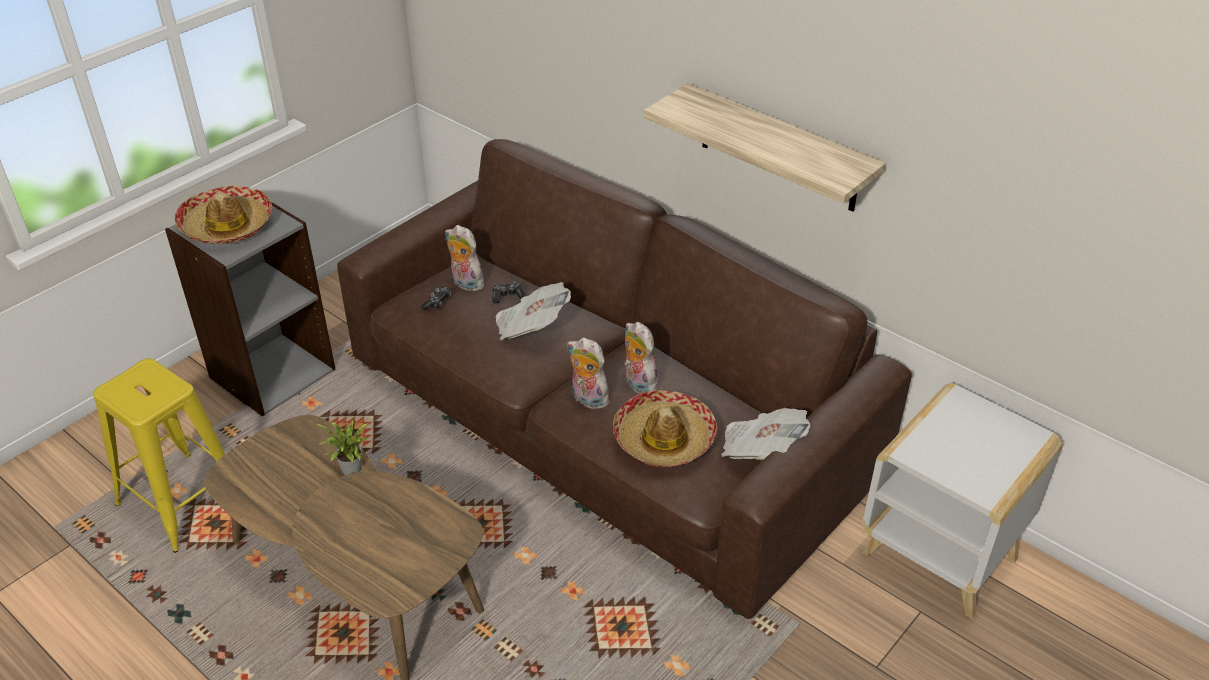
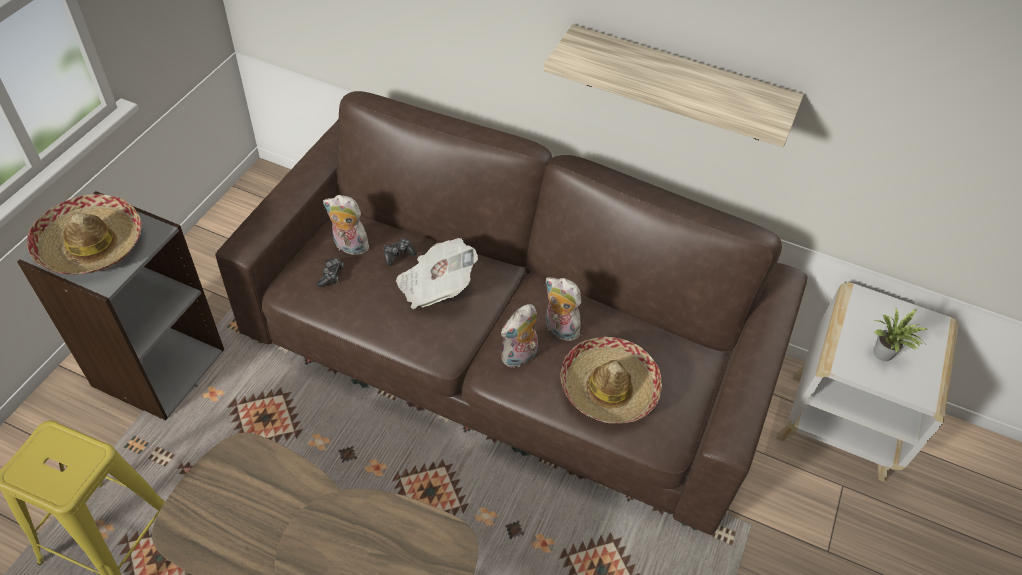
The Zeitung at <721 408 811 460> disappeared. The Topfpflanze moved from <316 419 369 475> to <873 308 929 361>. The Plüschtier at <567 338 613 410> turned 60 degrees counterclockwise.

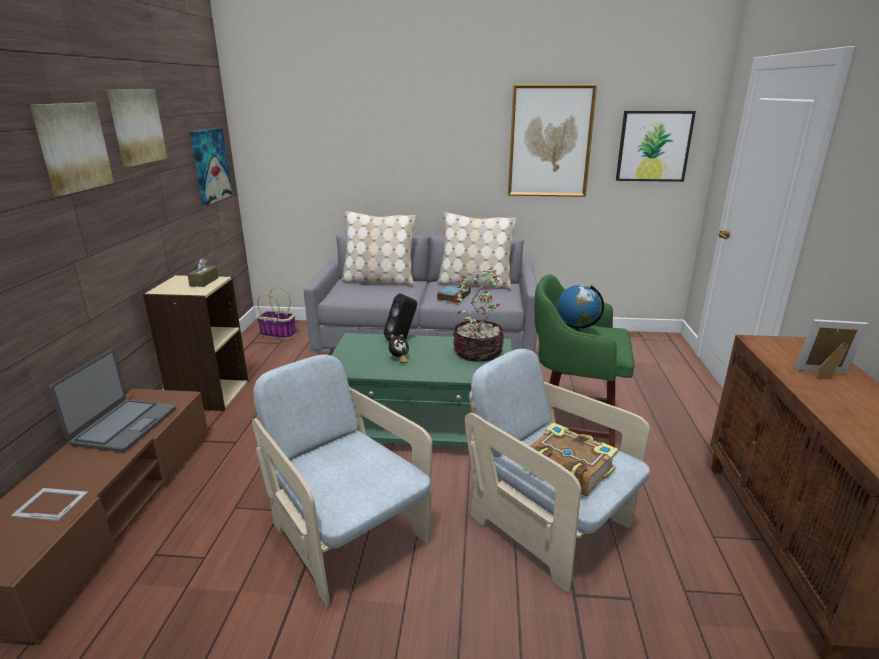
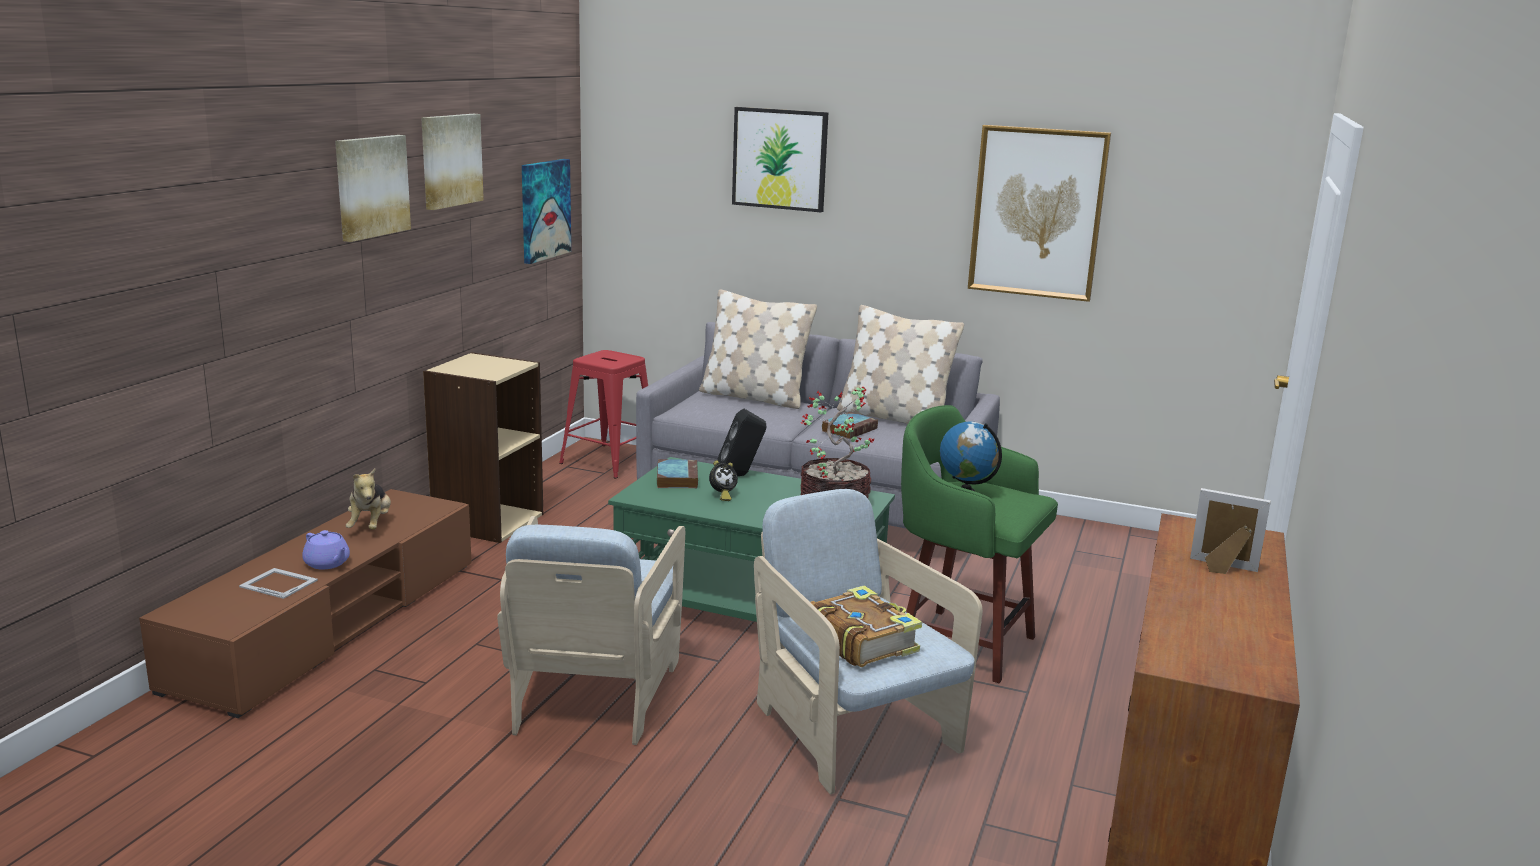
The Taschentuchbox (braun) at <187 258 218 287> disappeared. The Teekanne (lila) at <302 530 350 570> appeared. The Buch at <657 459 698 488> appeared. The Bild moved from <616 111 696 182> to <732 107 828 212>. The Laptop at <50 349 176 452> was replaced by the Plüschtier at <346 469 391 530>. The Korb at <257 287 296 339> was replaced by the Hocker (rot) at <559 350 648 478>. The Sessel (beige) at <252 355 432 607> turned 150 degrees counterclockwise.

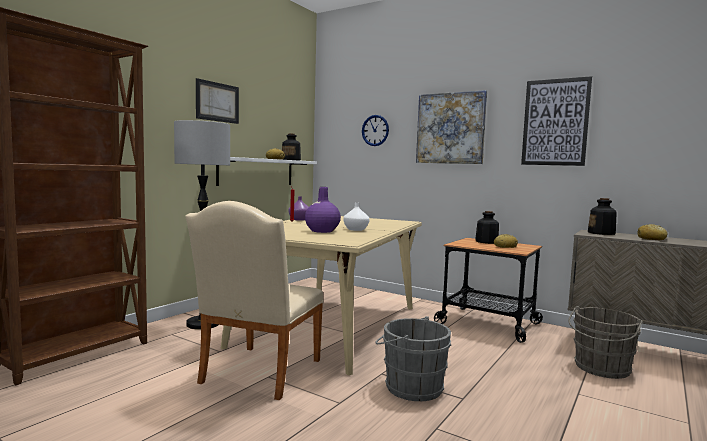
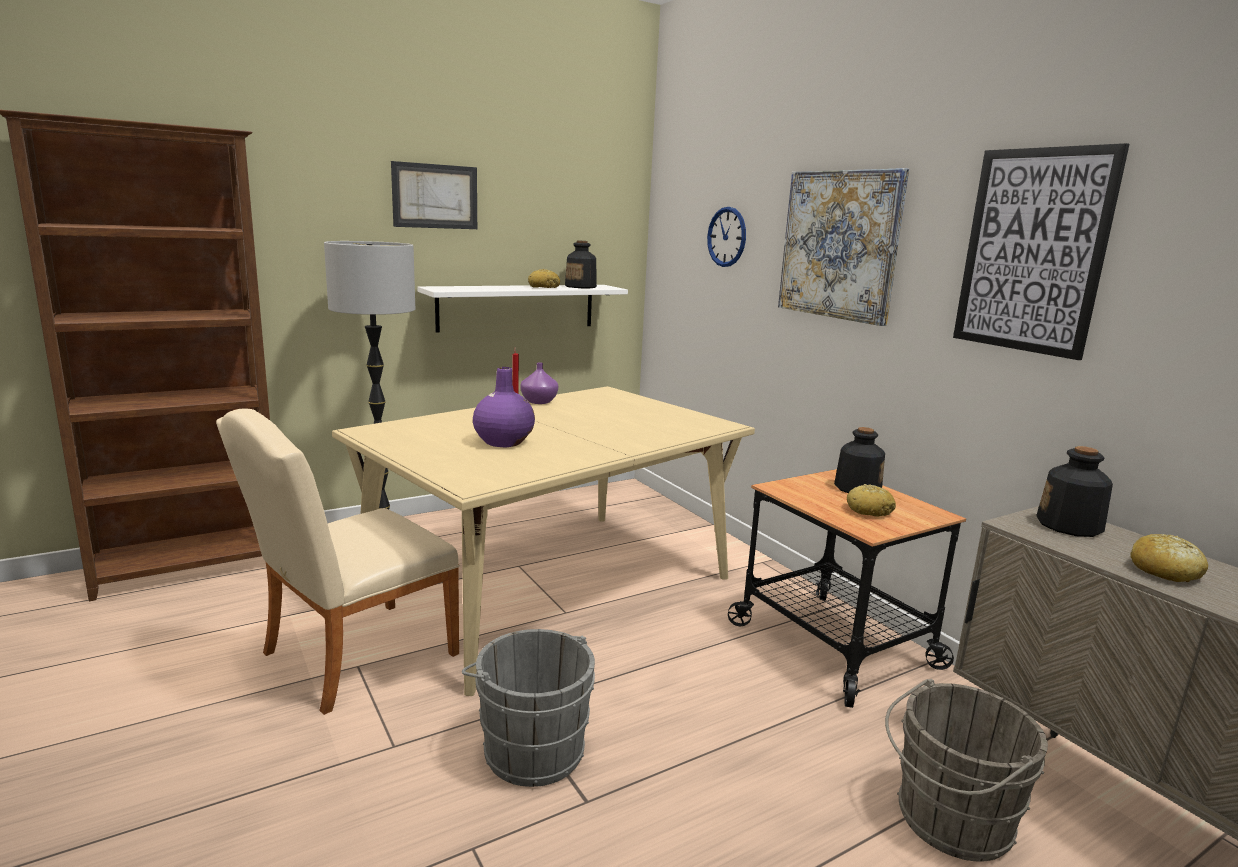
The Vase (weiß) at <343 203 369 231> disappeared.

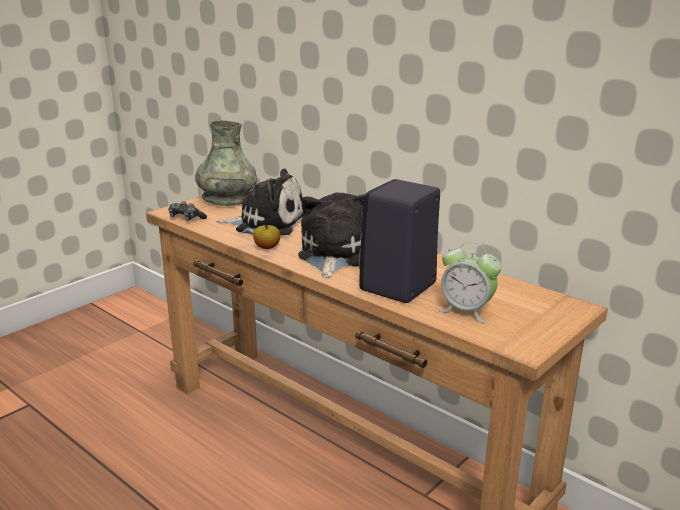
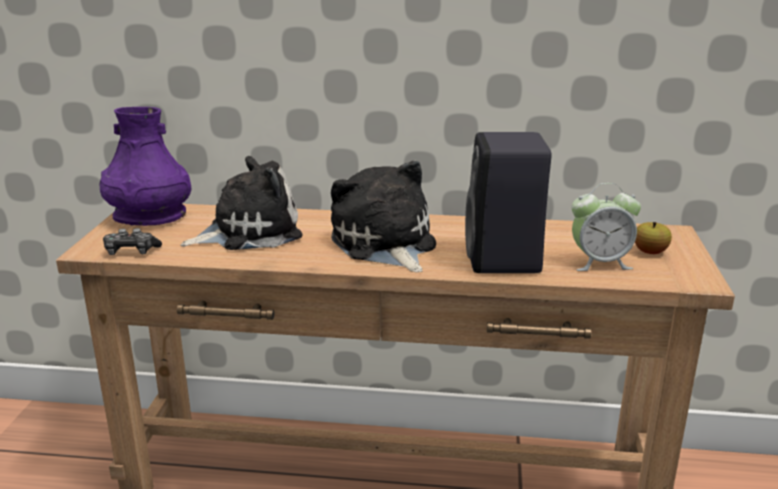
The Apfel moved from <253 225 280 249> to <635 222 672 254>. The Vase (grau) at <195 120 257 206> became the Vase (lila) at <100 107 191 226>.

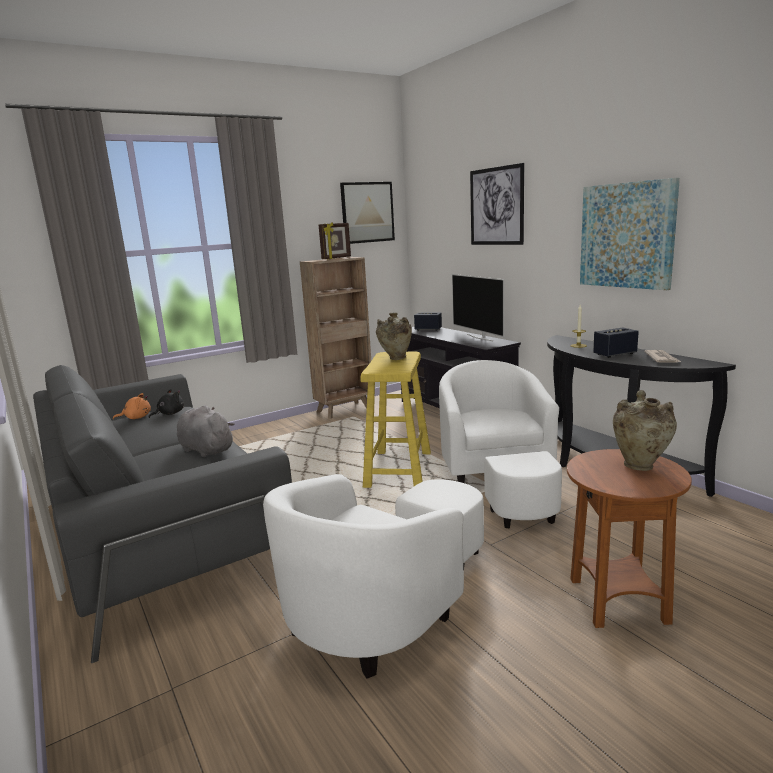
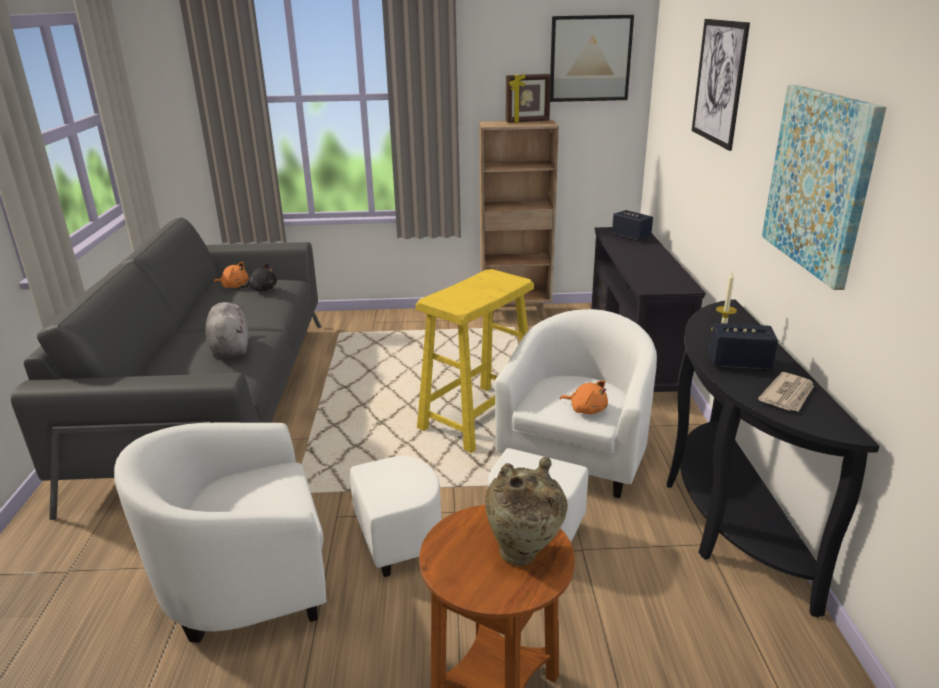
The Vase (beige) at <376 312 412 360> disappeared. The Fernseher at <452 274 504 341> disappeared. The Plüschtier (orange) at <560 380 608 414> appeared.

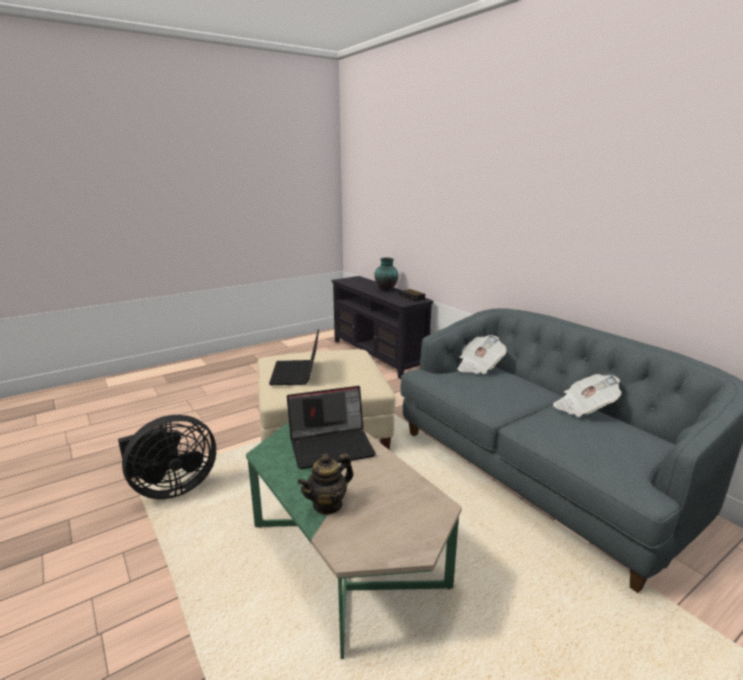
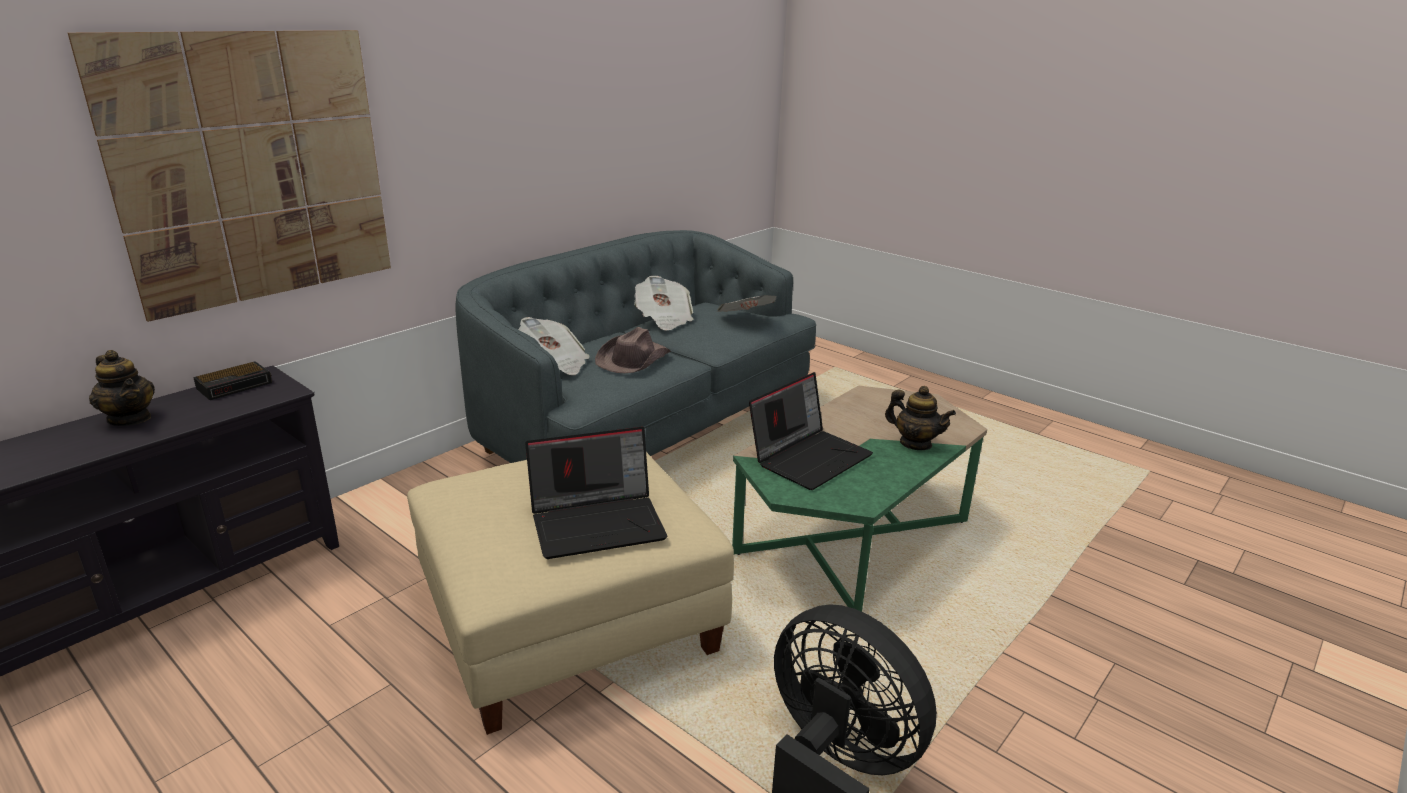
The Bild at <68 30 391 322> appeared. The Hut (braun) at <595 327 671 373> appeared. The Zeitung at <717 295 777 312> appeared. The Vase at <375 257 399 291> was replaced by the Teekanne at <89 350 155 426>. The Laptop at <287 386 376 469> turned 75 degrees clockwise.

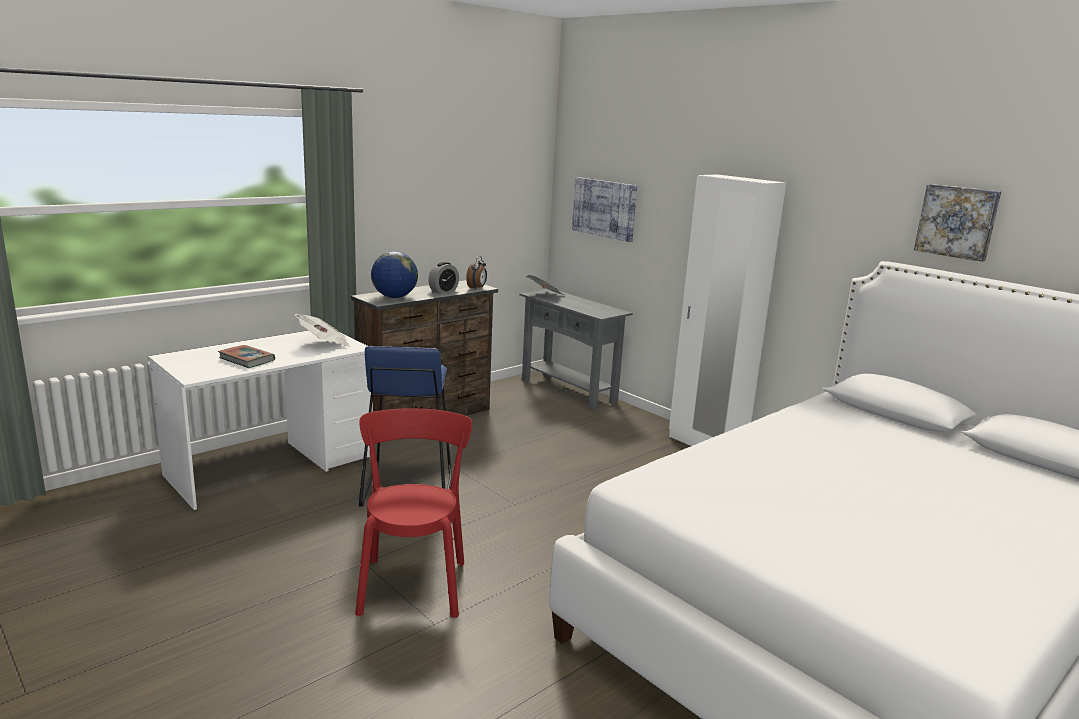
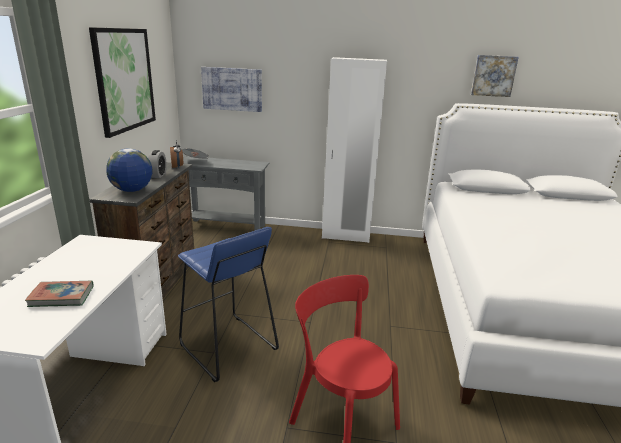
The Zeitung at <295 314 350 347> disappeared. The Bild at <89 27 156 138> appeared.

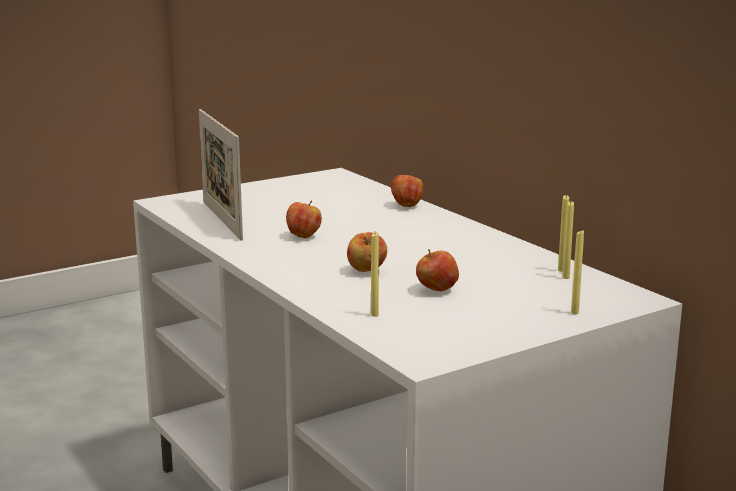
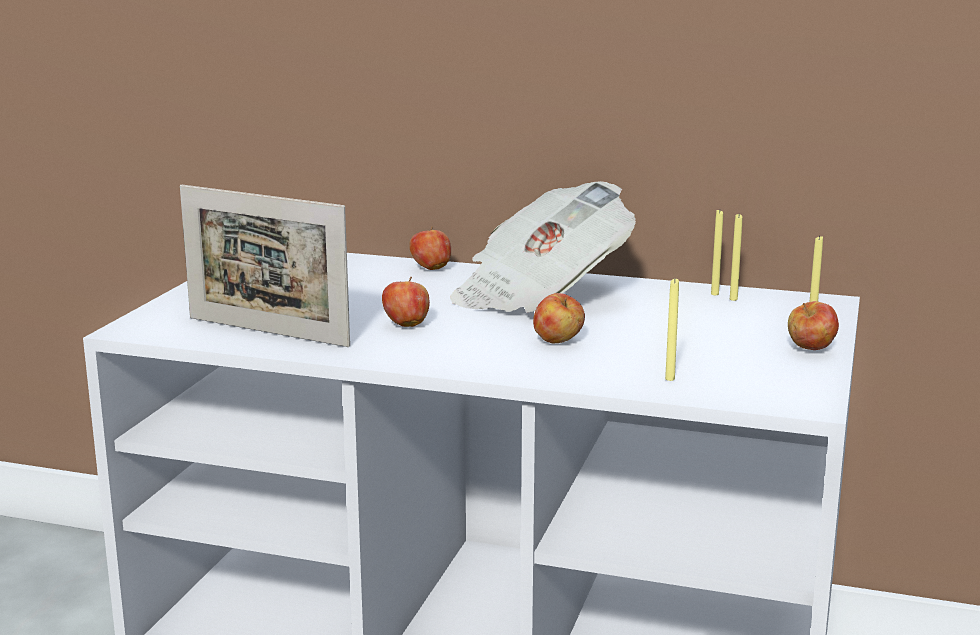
The Zeitung at <450 181 636 313> appeared. The Apfel moved from <416 249 459 291> to <788 301 839 350>.

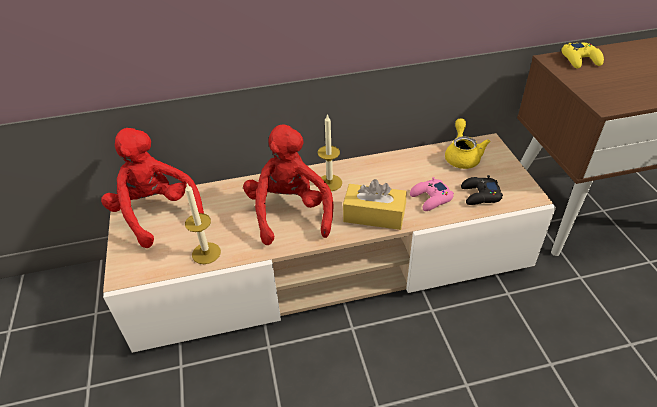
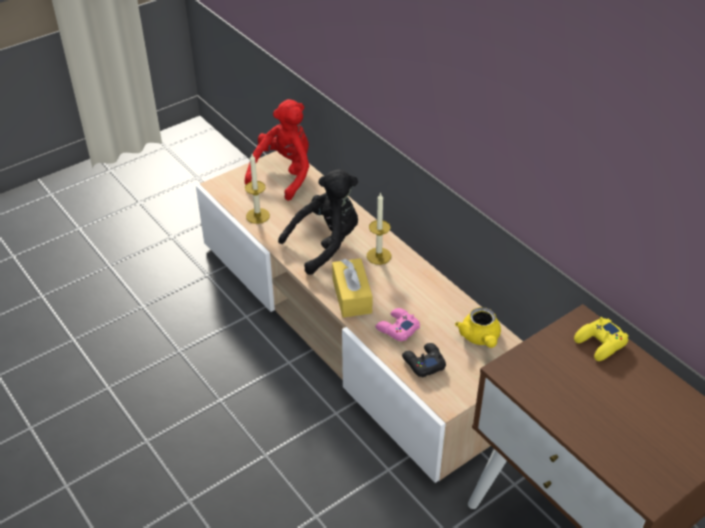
The Plüschtier (rot) at <243 125 334 245> became the Plüschtier (schwarz) at <278 169 358 275>. The Teekanne (gelb) at <445 119 490 169> turned 105 degrees clockwise.

